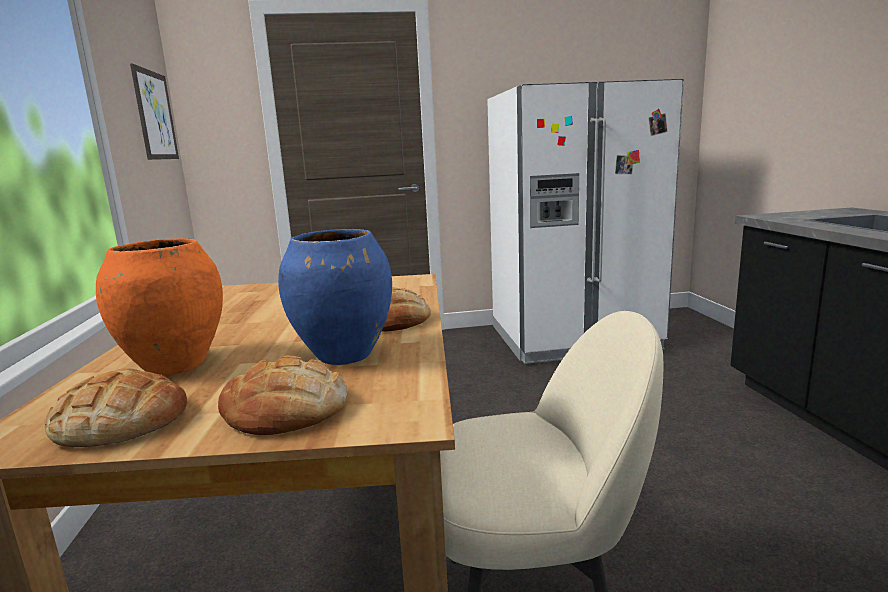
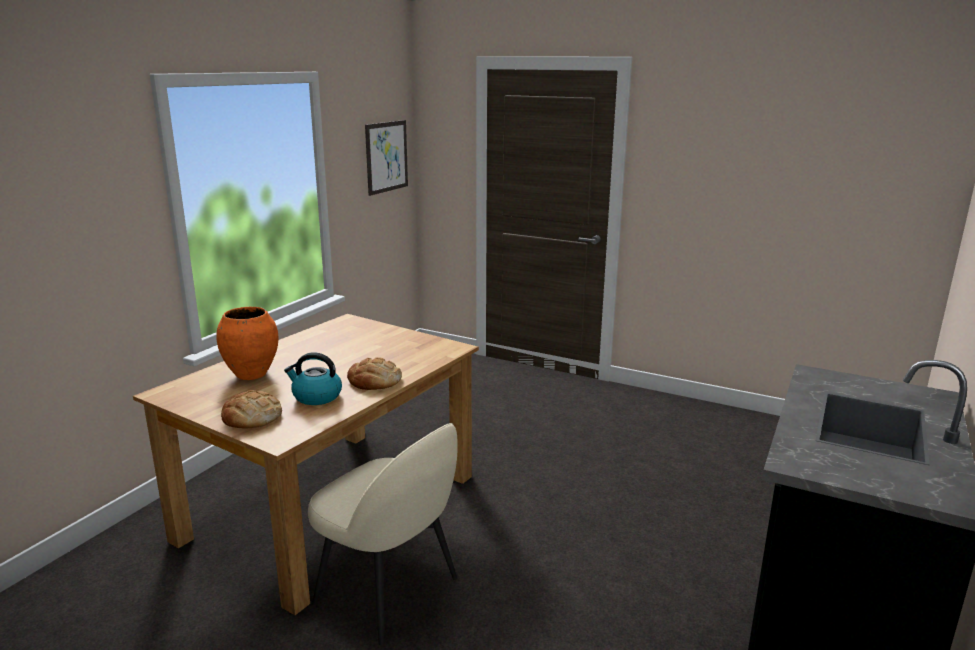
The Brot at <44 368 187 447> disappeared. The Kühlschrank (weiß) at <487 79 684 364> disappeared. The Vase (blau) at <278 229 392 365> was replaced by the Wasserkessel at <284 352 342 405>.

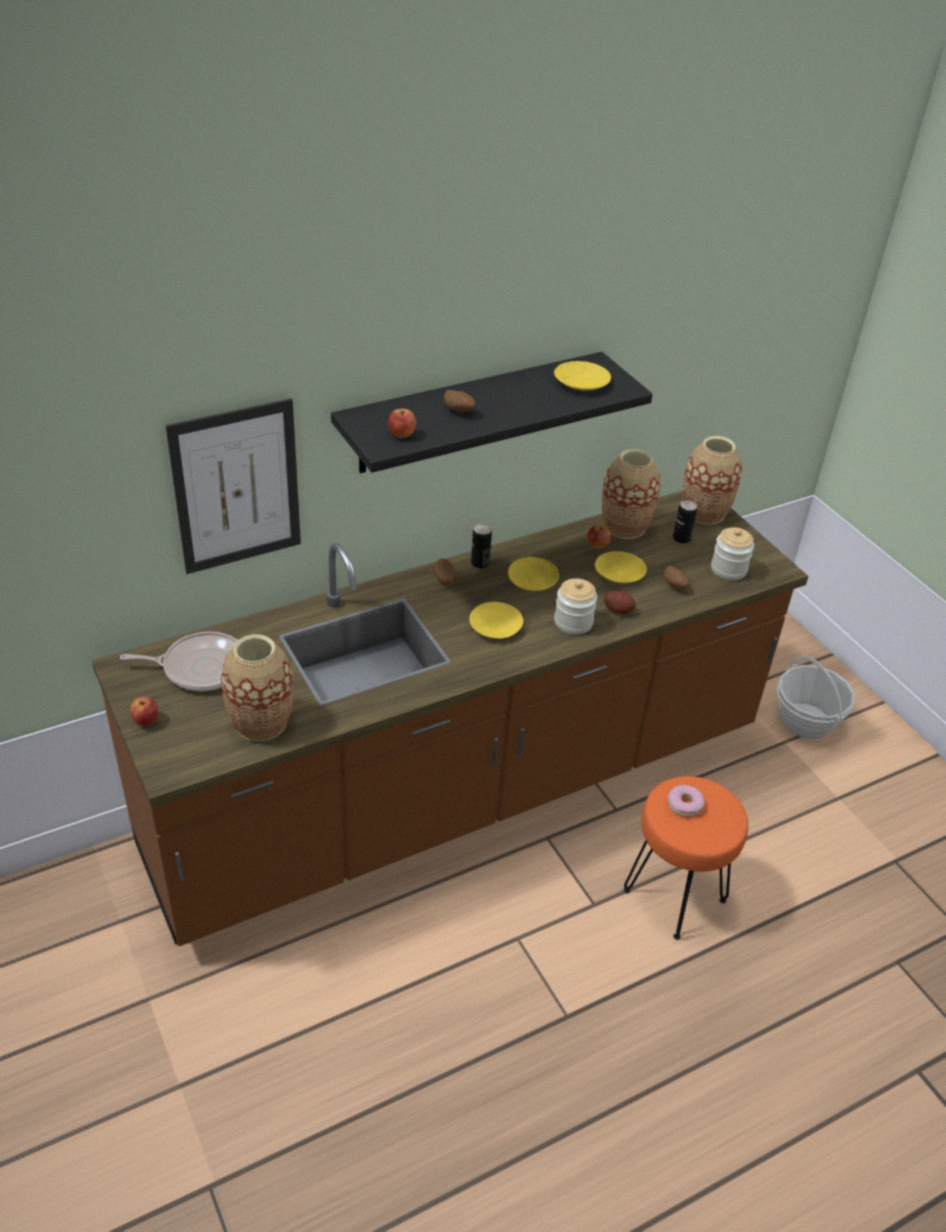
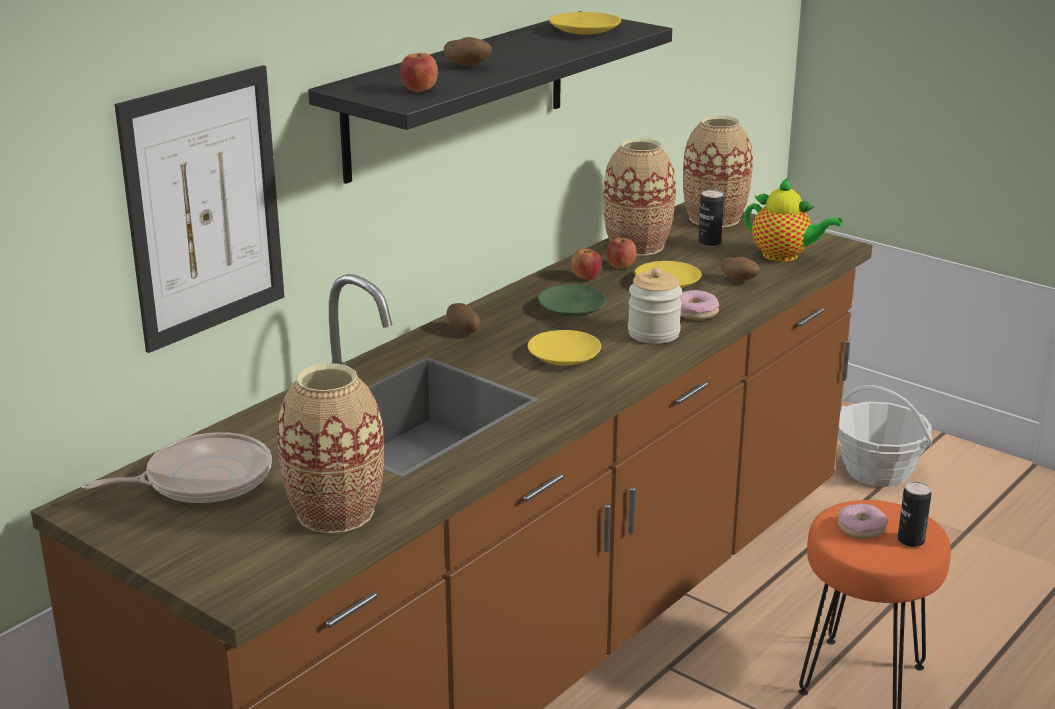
The Apfel moved from <130 697 158 726> to <572 248 601 280>. The Dose moved from <471 524 492 568> to <897 481 931 547>. The Kartoffel at <604 591 636 614> was replaced by the Donut at <680 290 719 320>. The Vorratsglas at <711 527 754 580> was replaced by the Teekanne at <744 178 843 262>. The Teller (gelb) at <508 557 559 591> became the Teller (grün) at <538 284 606 317>.

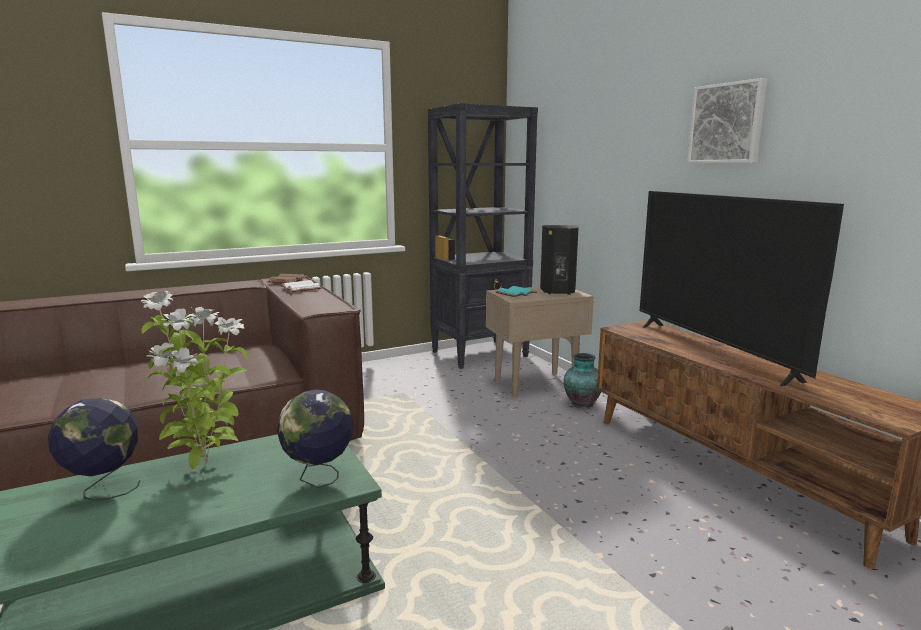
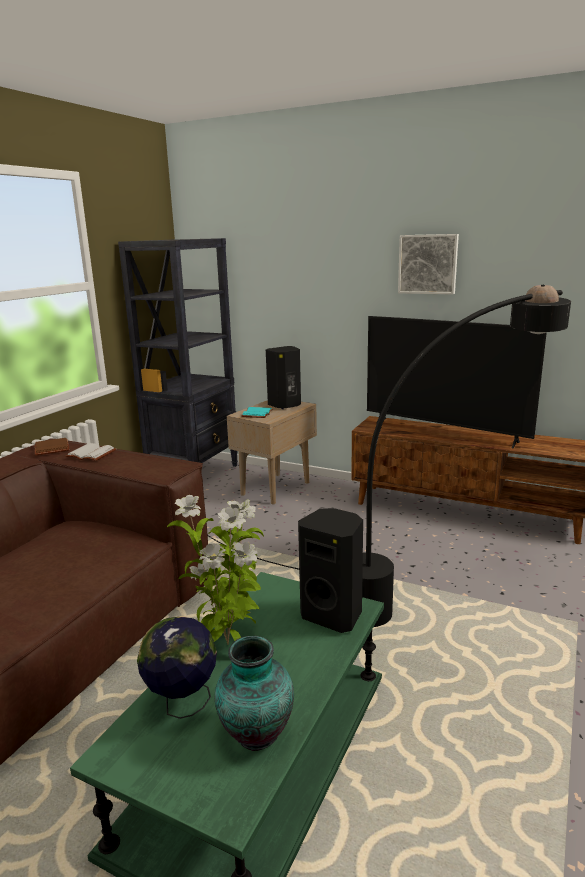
The Stehlampe (schwarz) at <208 285 571 627> appeared. The Vase moved from <564 353 601 408> to <215 636 294 751>. The Globus at <277 390 354 488> was replaced by the Lautsprecher (schwarz) at <298 508 363 633>.

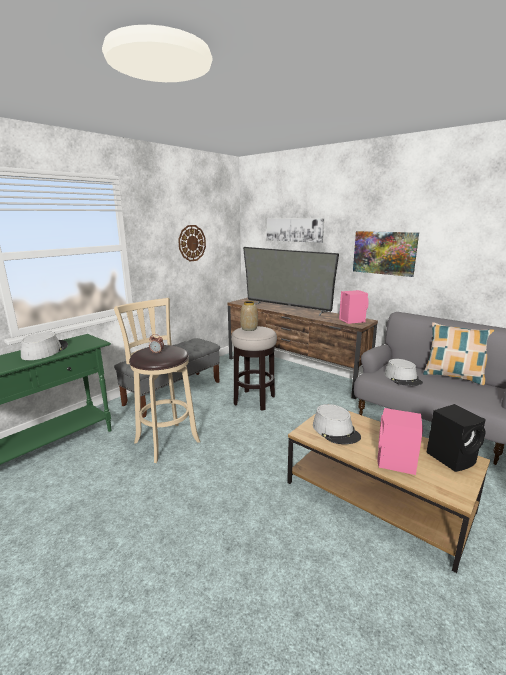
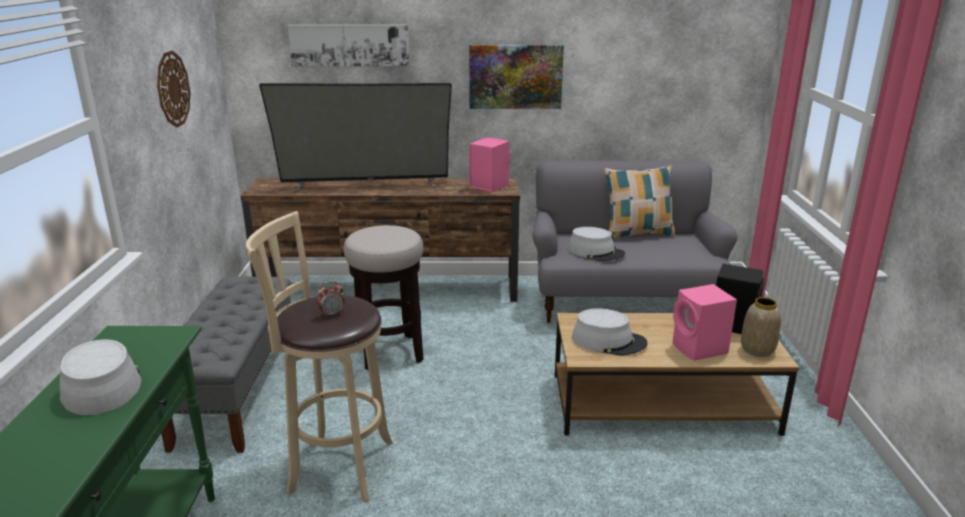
The Vase moved from <240 301 258 331> to <741 297 781 357>.

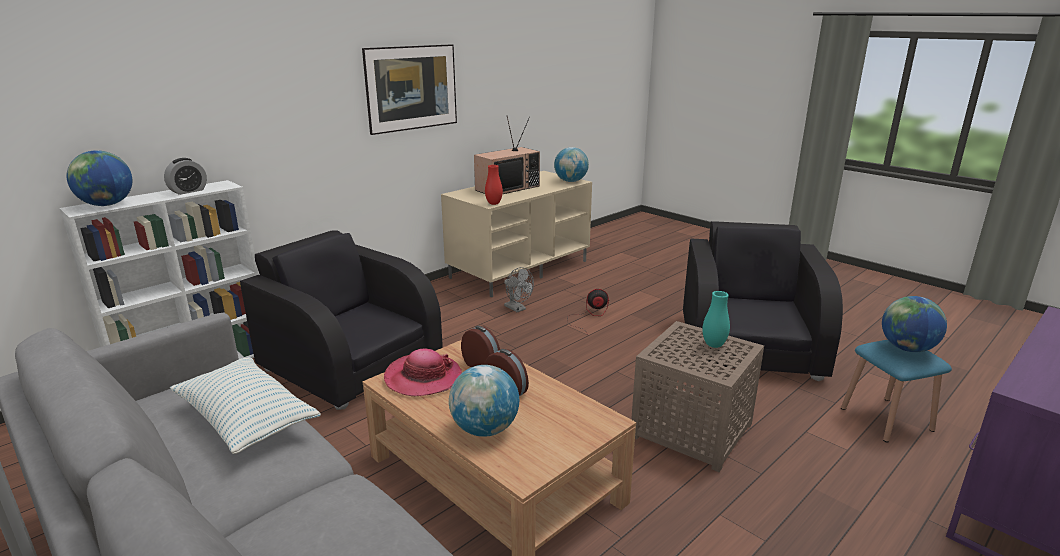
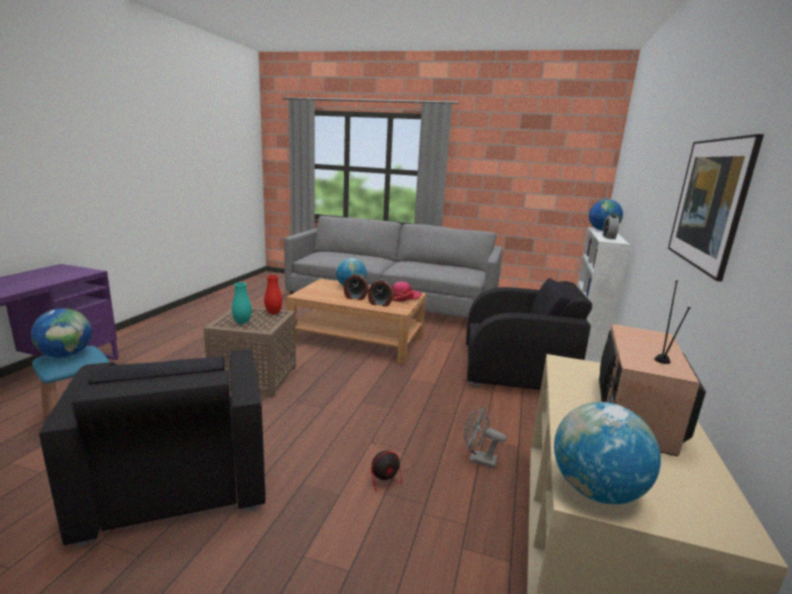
The Kissen at <170 357 321 454> disappeared. The Vase (rot) moved from <485 165 503 205> to <264 275 282 314>.

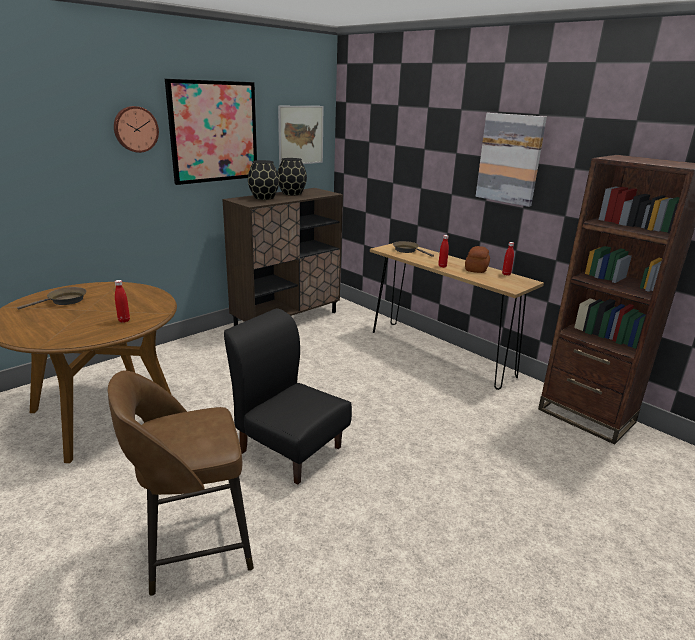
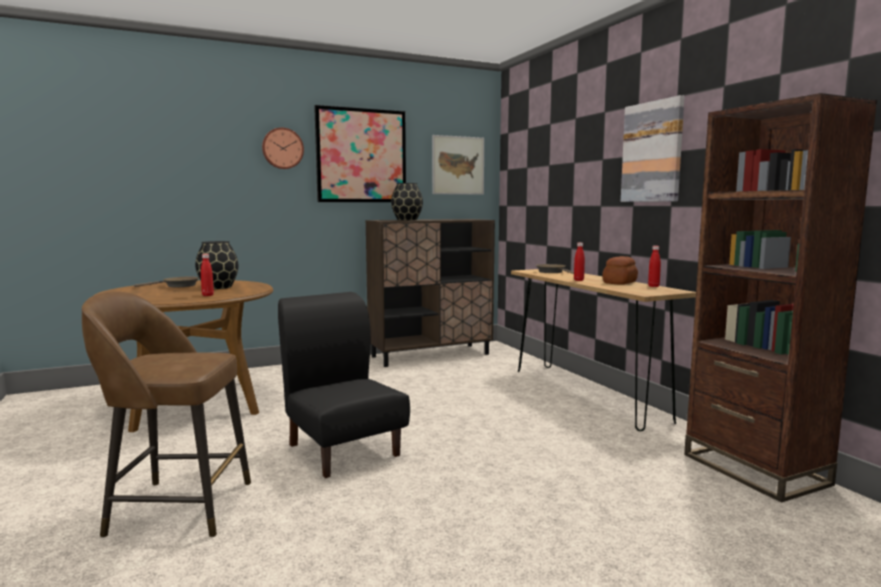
The Vase (schwarz) moved from <278 158 307 195> to <195 241 238 289>.

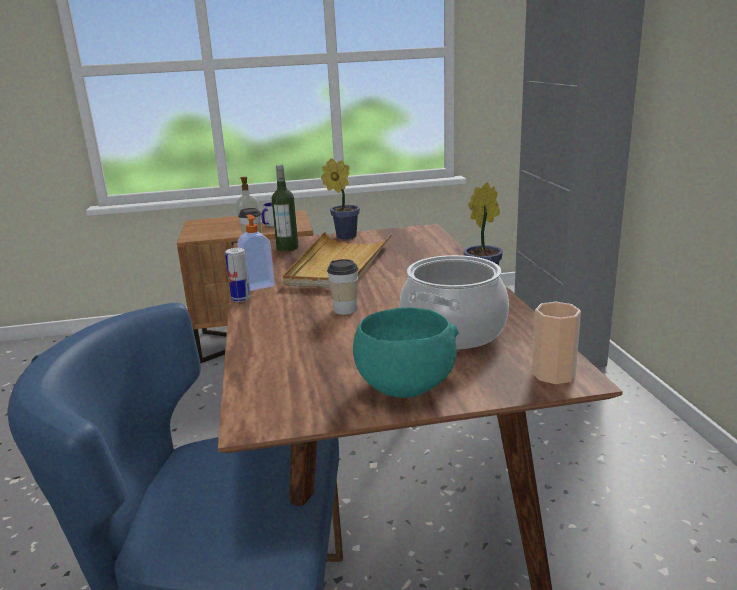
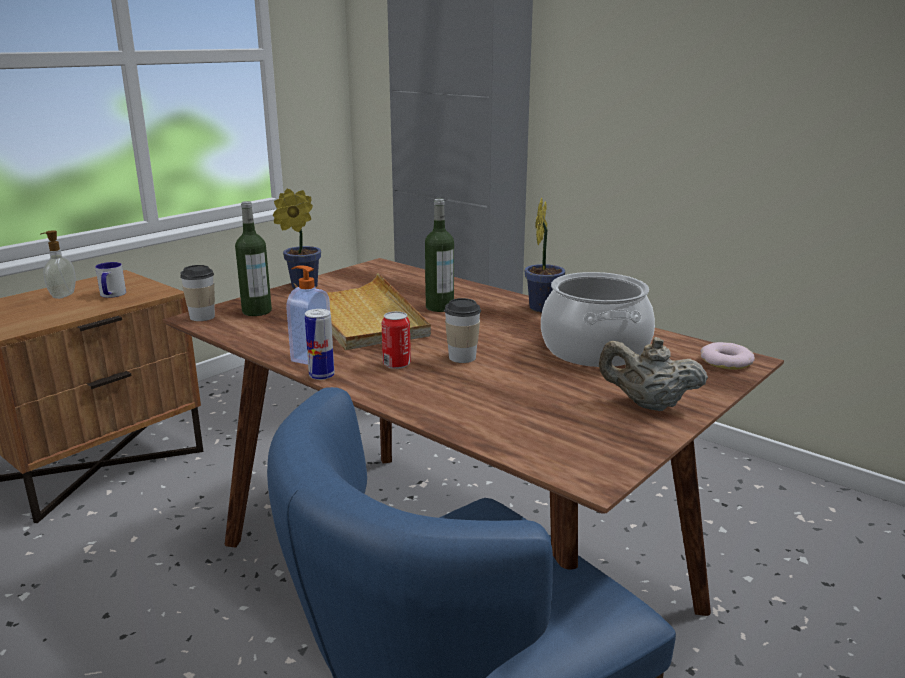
The Dose at <382 311 411 369> appeared. The Flasche at <425 199 454 312> appeared. The Schüssel (türkis) at <353 307 459 398> was replaced by the Teekanne (beige) at <599 337 708 411>. The Tasse at <532 302 581 384> was replaced by the Donut at <701 342 755 370>.

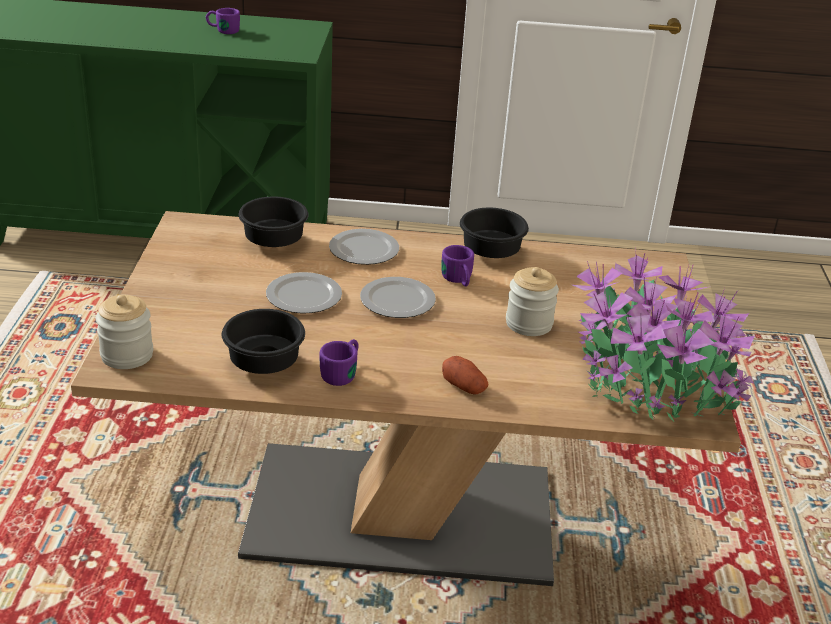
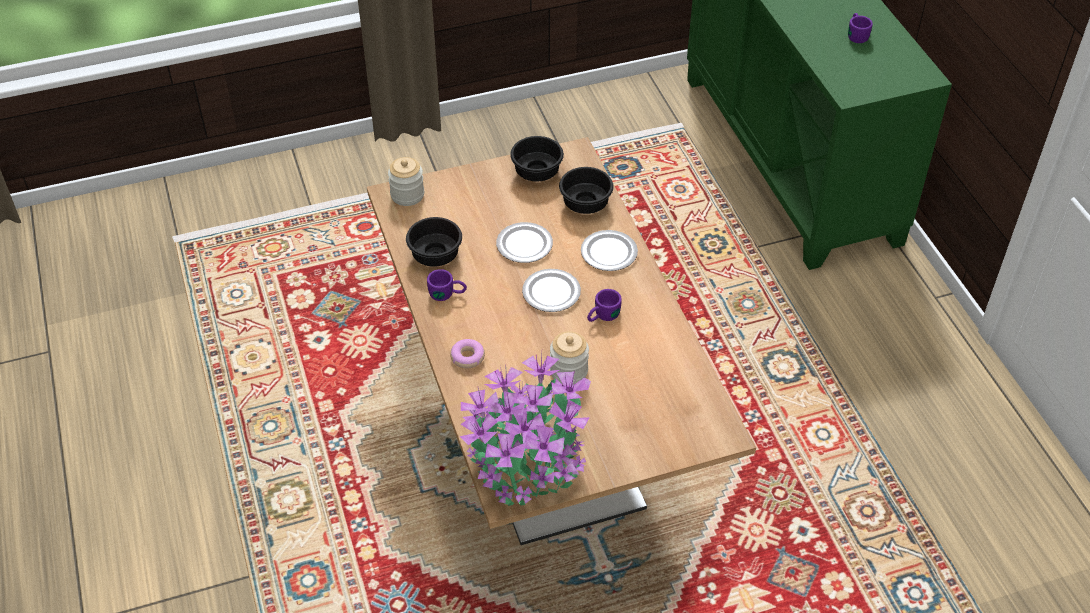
The Schüssel (schwarz) moved from <460 208 529 258> to <510 136 564 181>. The Kartoffel at <442 356 488 394> was replaced by the Donut at <450 339 485 368>.

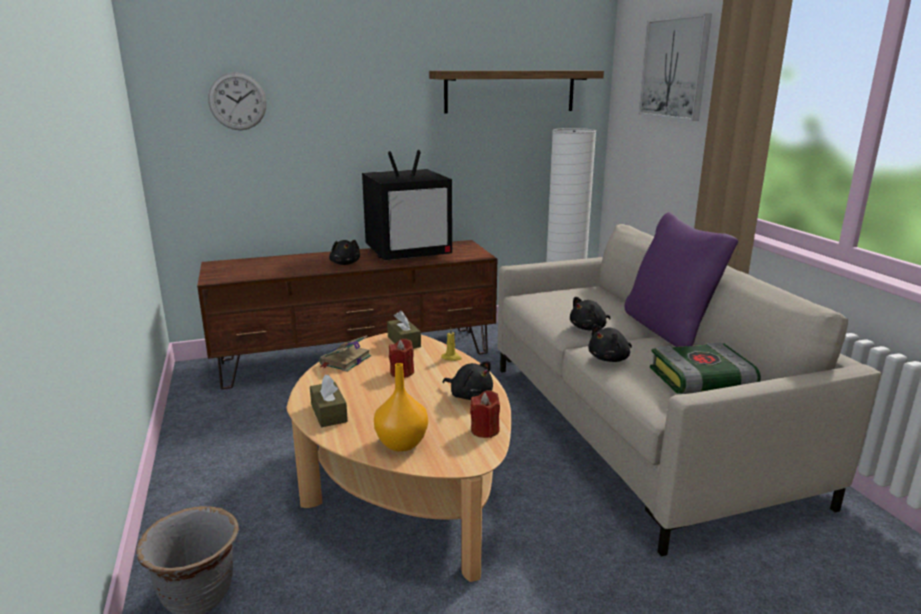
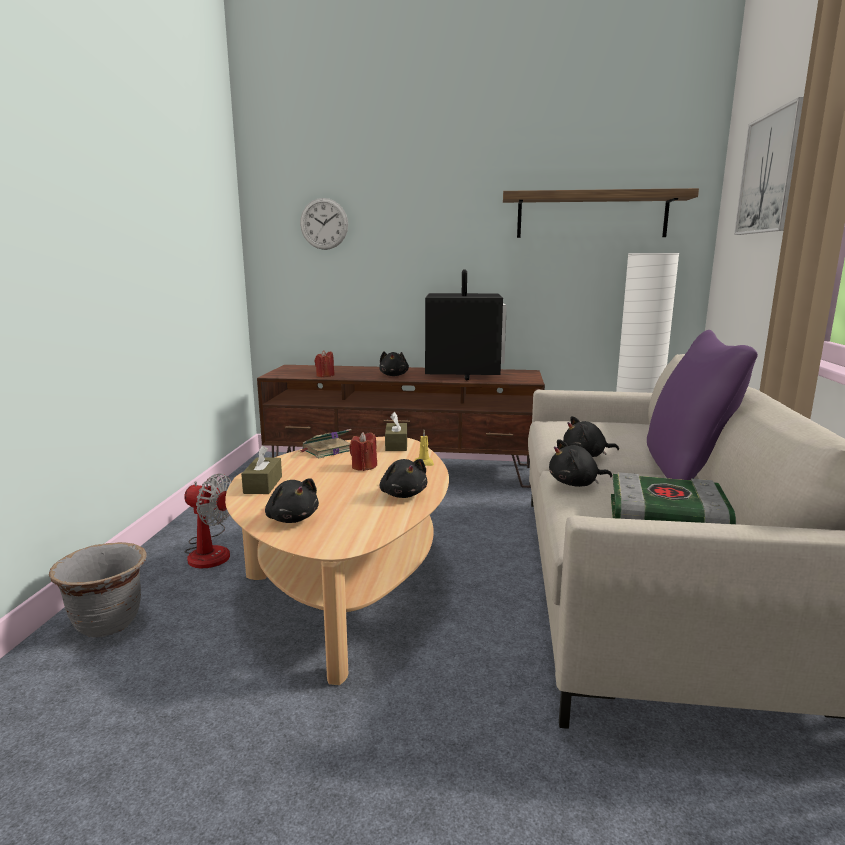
The Ventilator at <184 474 232 569> appeared. The Kerze (rot) moved from <470 390 500 438> to <315 350 335 377>. The Vase (orange) at <374 363 428 452> was replaced by the Plüschtier (schwarz) at <265 478 319 523>. The Fernseher at <362 150 452 261> turned 90 degrees counterclockwise.

